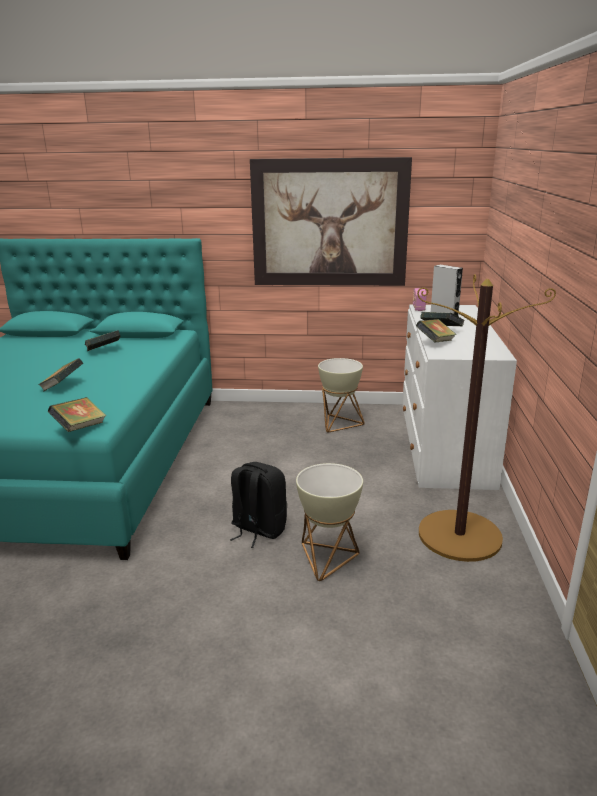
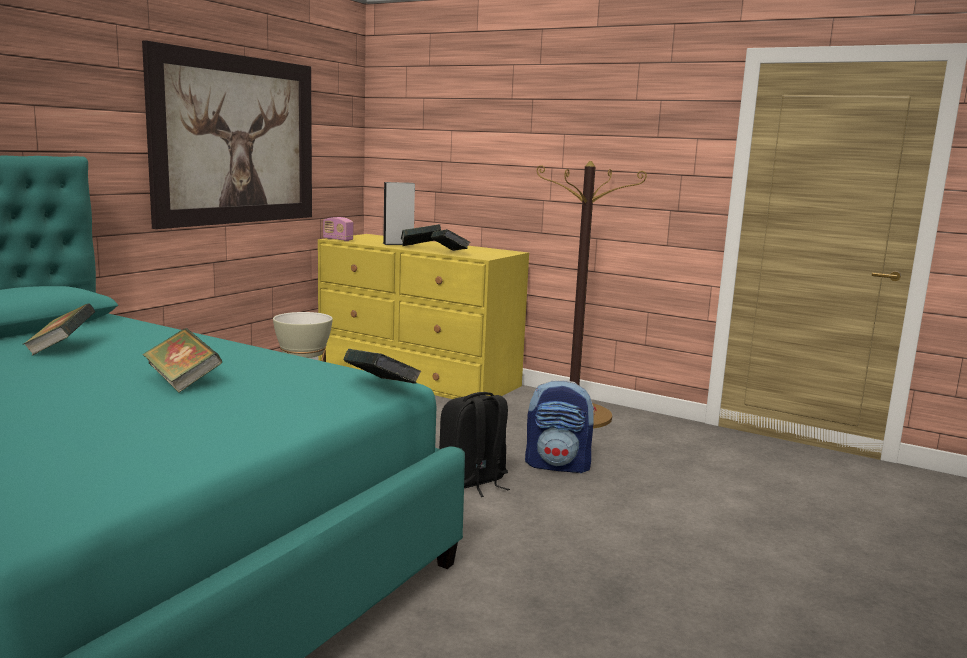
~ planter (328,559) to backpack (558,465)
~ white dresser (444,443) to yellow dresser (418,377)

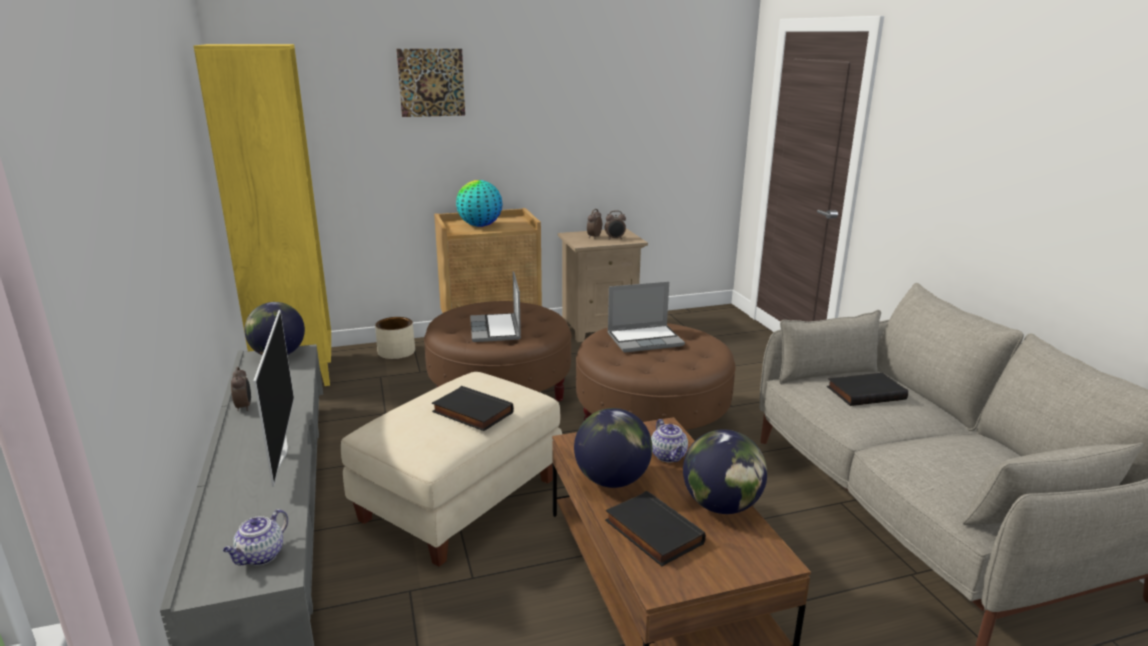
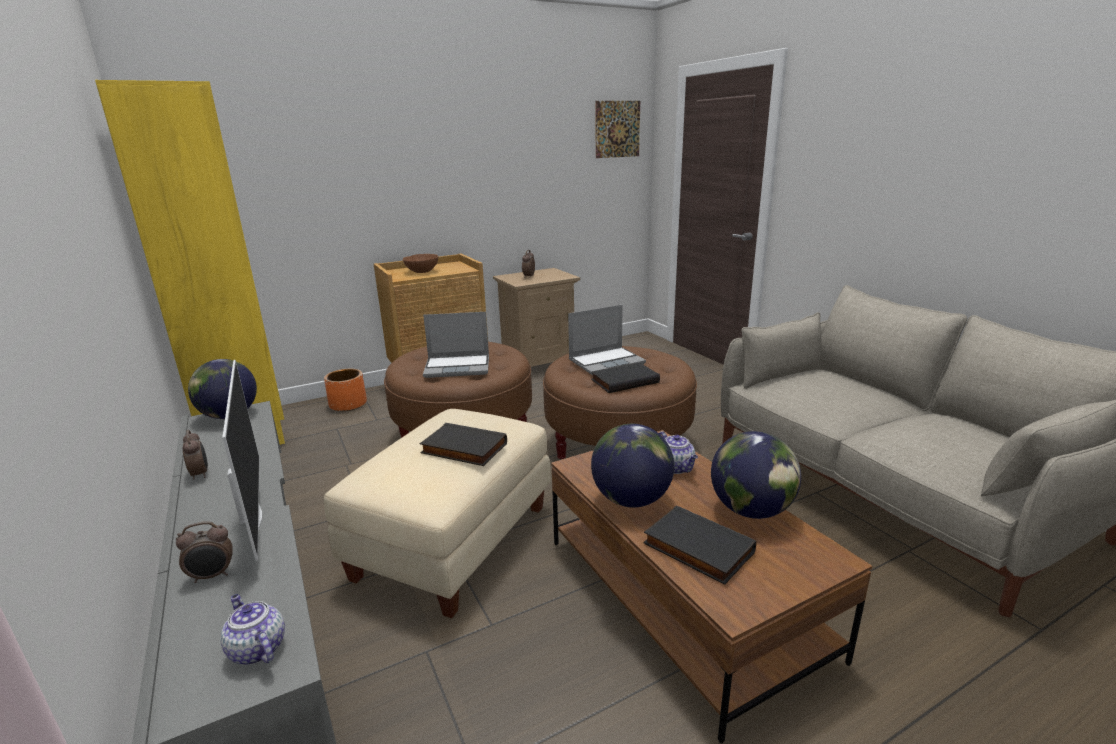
~ picture (431,83) to (617,129)
~ alarm clock (615,239) to (212,576)
~ black book (865,392) to (624,380)
~ globe (480,226) to brown bowl (422,271)
~ beige planter (397,353) to orange planter (348,404)
~ teapot (260,556) = (256,649) 120 degrees clockwise
~ laptop (496,329) = (458,367) 75 degrees counterclockwise

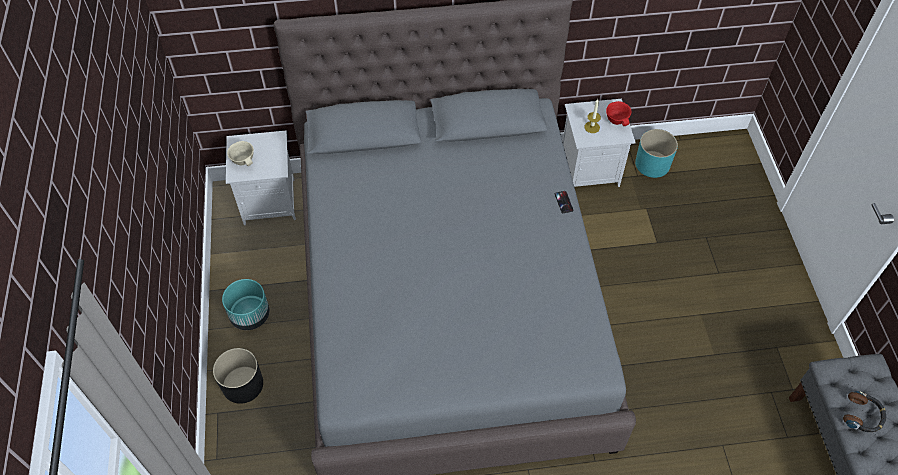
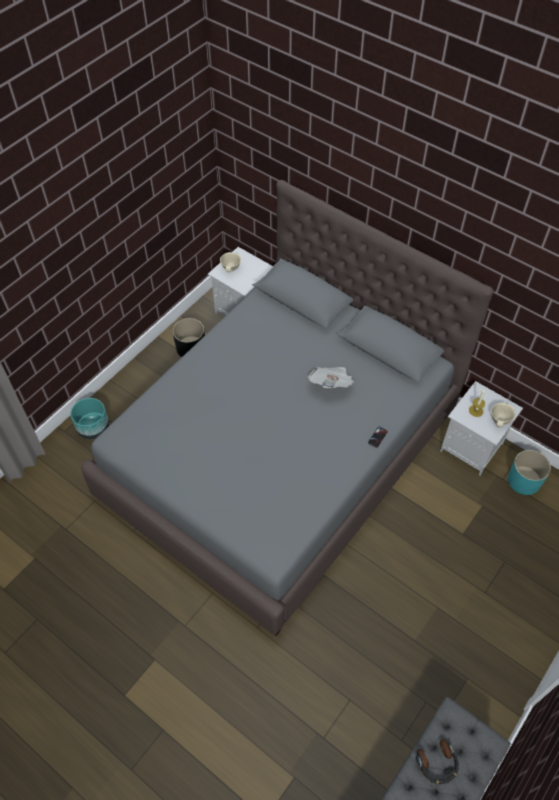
+ newspaper (331,384)
~ black planter (243,384) to (191,347)
~ turquoise planter (250,315) to (93,428)
~ red bowl (617,121) to beige bowl (500,420)

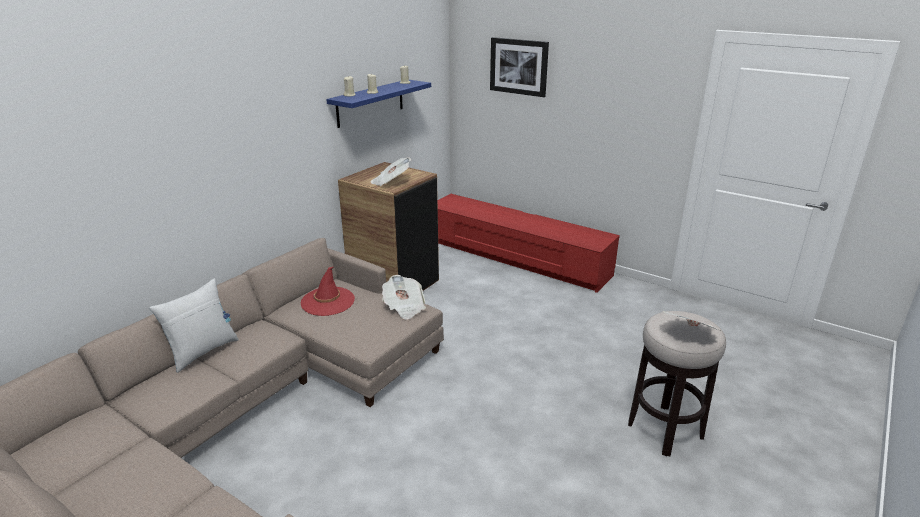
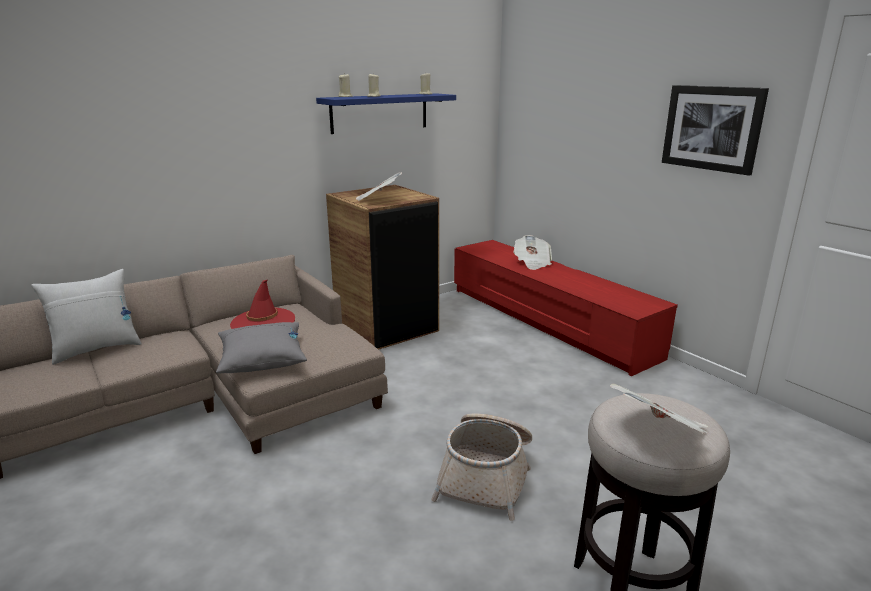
+ grey pillow (262,360)
+ basket (487,475)
~ newspaper (404,307) to (532,263)
~ picture (519,66) to (712,128)

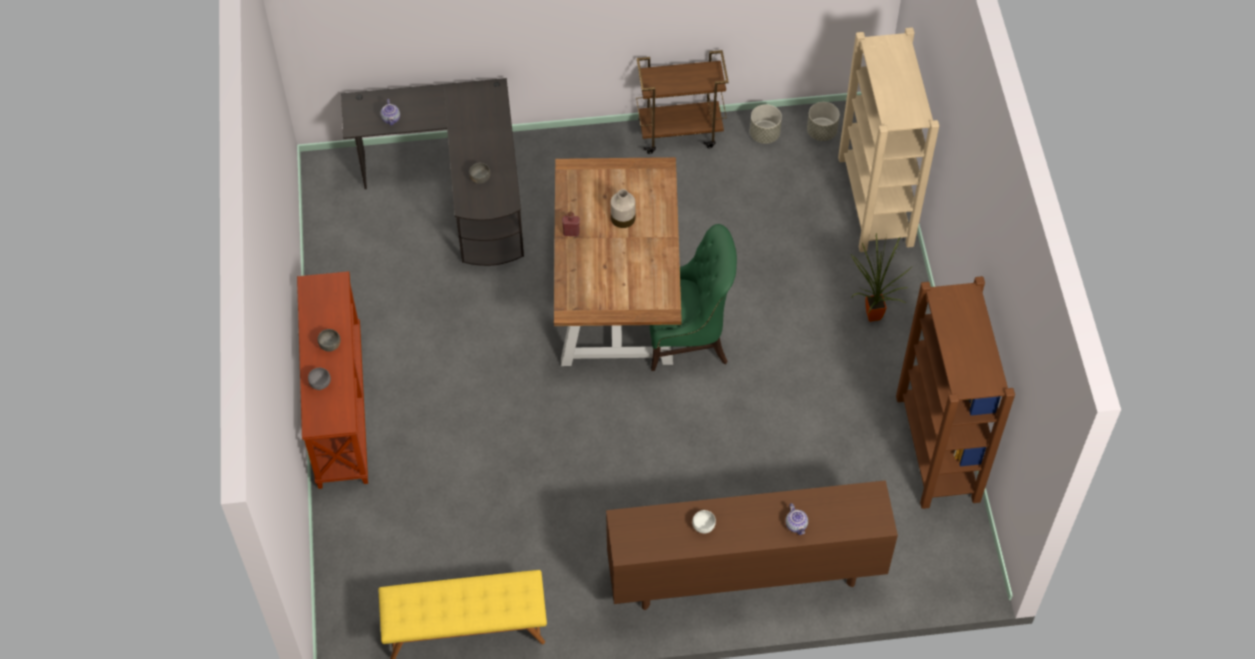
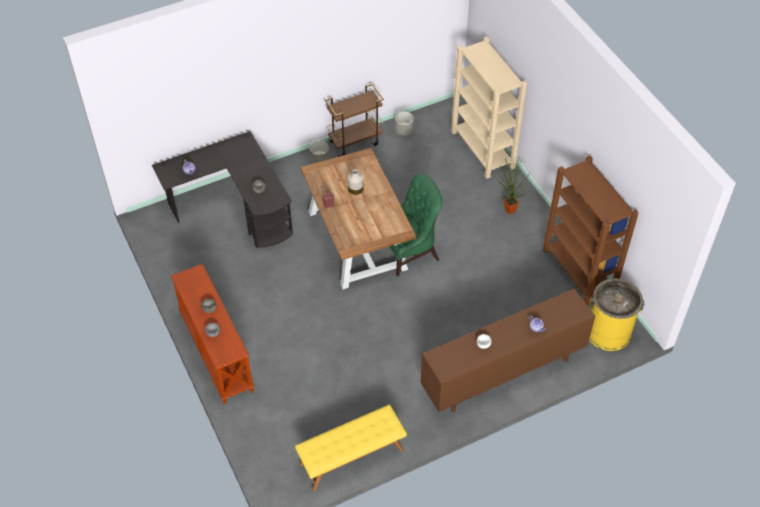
+ yellow trash can (608,332)
~ grey planter (822,132) to (320,160)

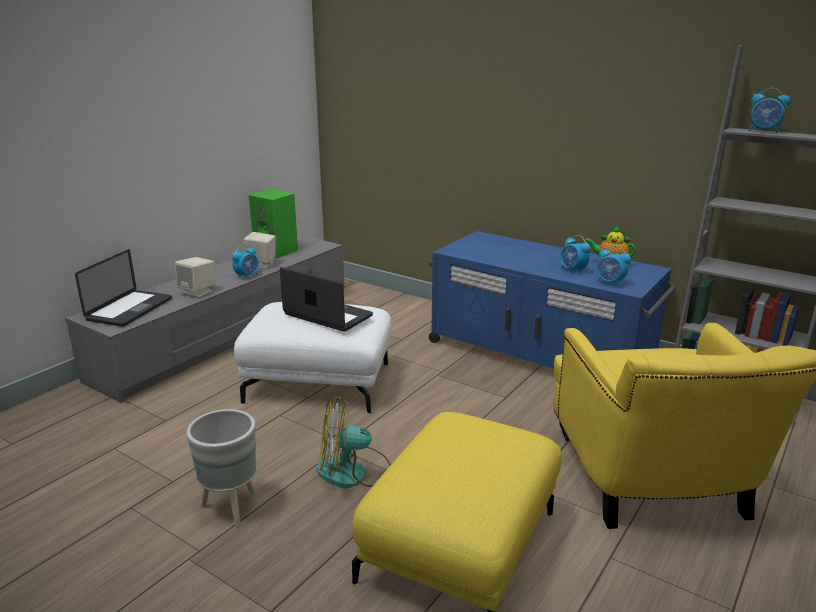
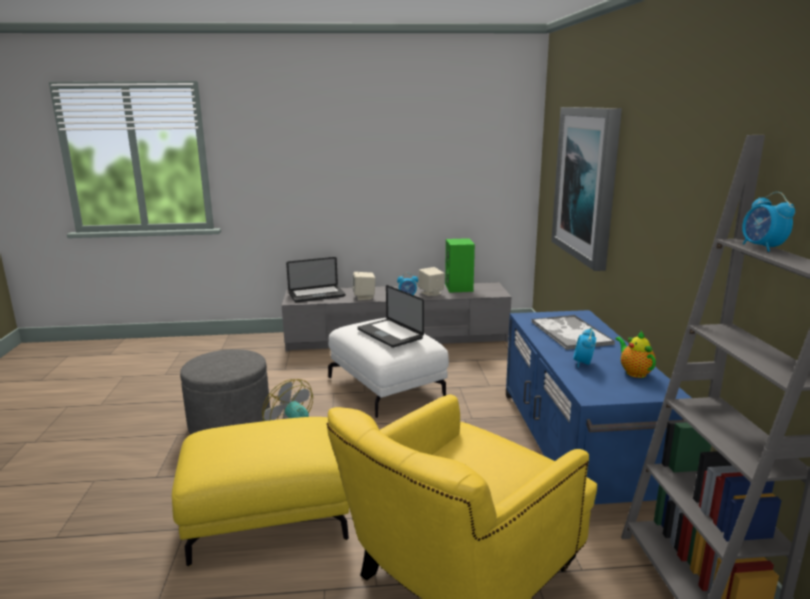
- alarm clock (610,283)
+ tray (570,333)
+ picture (587,183)
~ grey planter (231,507) to grey ottoman (230,423)
~ laptop (328,315) = (390,334) 150 degrees clockwise

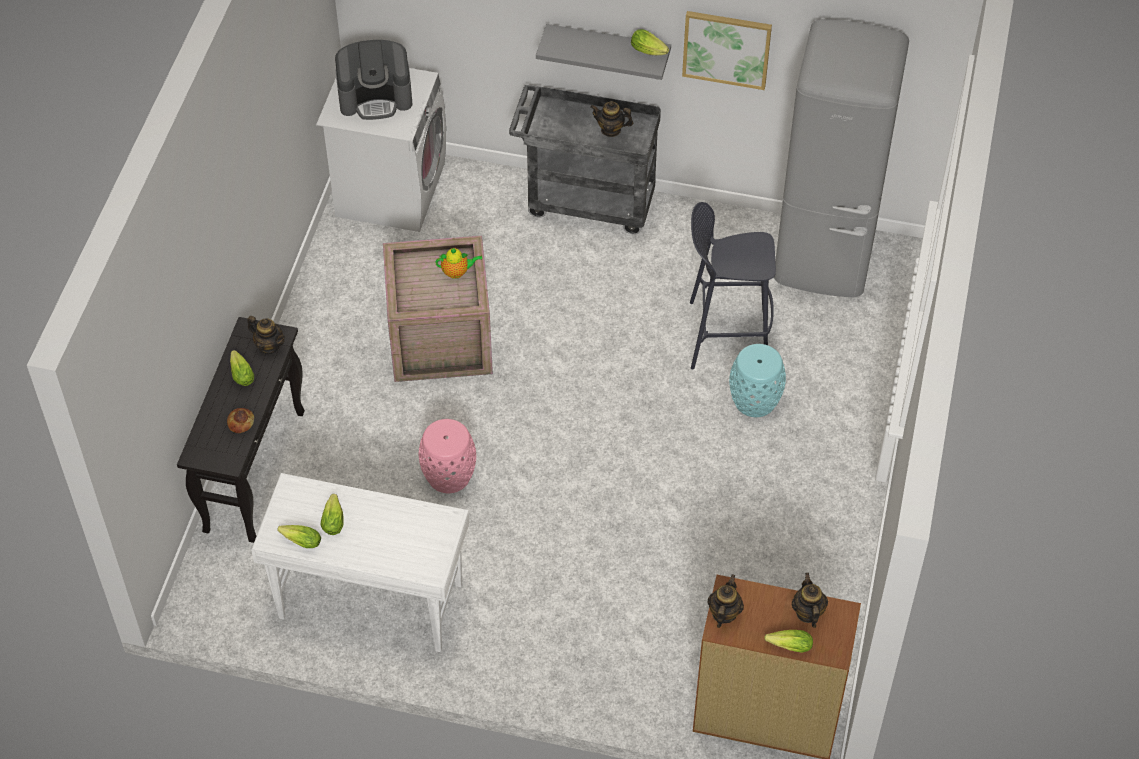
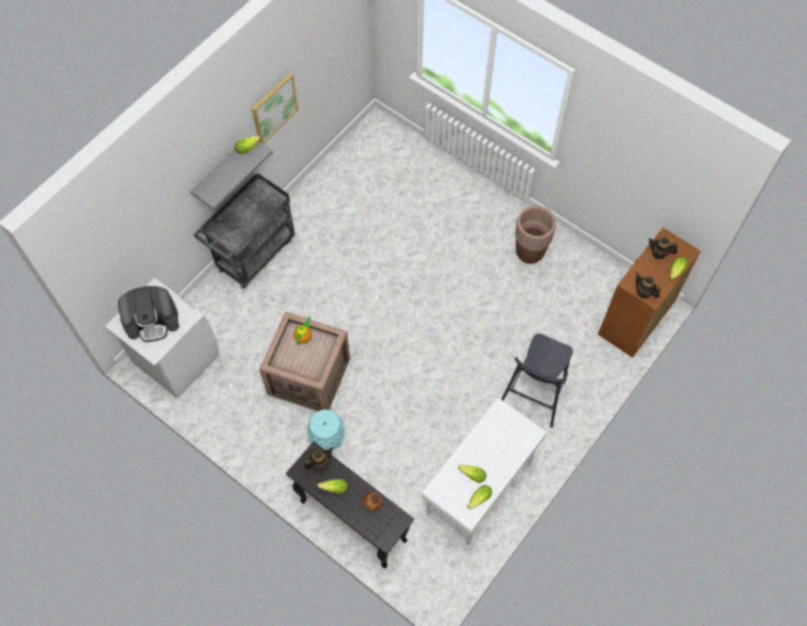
- pink stool (449,475)
- teapot (611,130)
- grey fridge (824,261)
+ brown planter (529,253)
~ grey stool (725,335) to (534,396)
~ turquoise stool (755,401) to (327,438)
~ coffee machine (375,97) = (152,321) 60 degrees clockwise

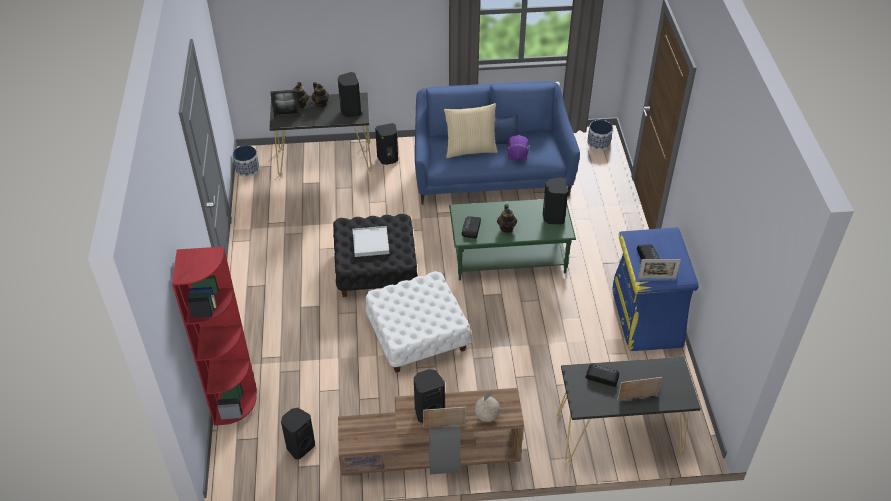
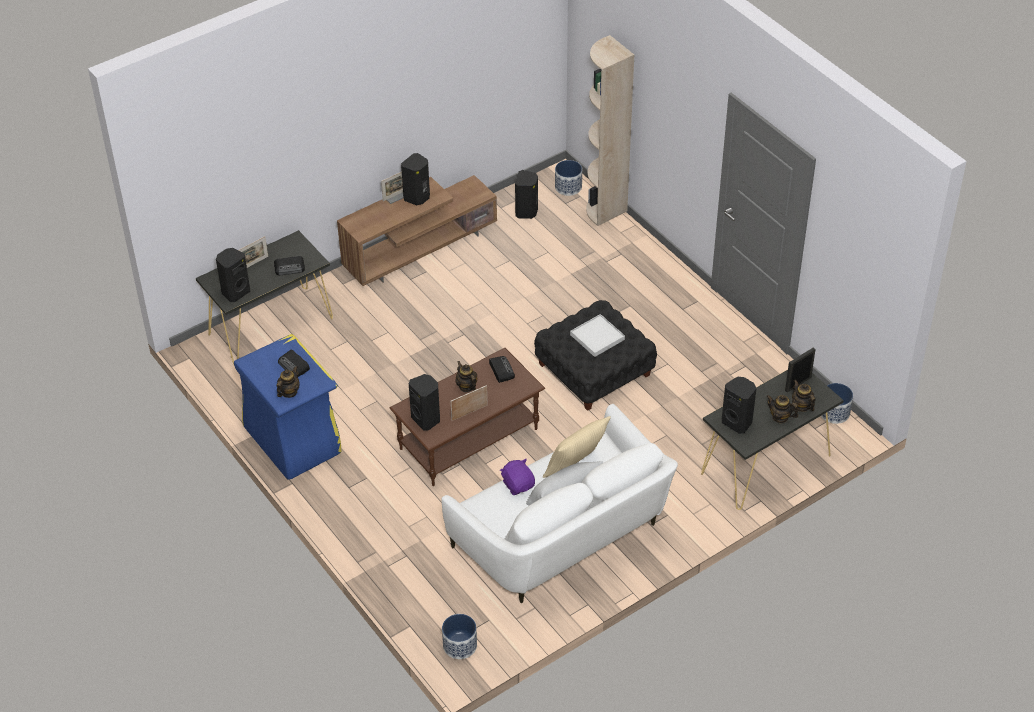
- white ottoman (417,334)
- globe (487,416)
+ teapot (289,392)
+ planter (568,187)
~ black speaker (388,159) to (235,292)
~ picture frame (657,278) to (469,413)
~ red bookcase (235,409) to beige bookcase (603,212)
~ blue sofa (490,172) to white sofa (563,536)
~ green coffee table (509,258) to brown coffee table (469,440)

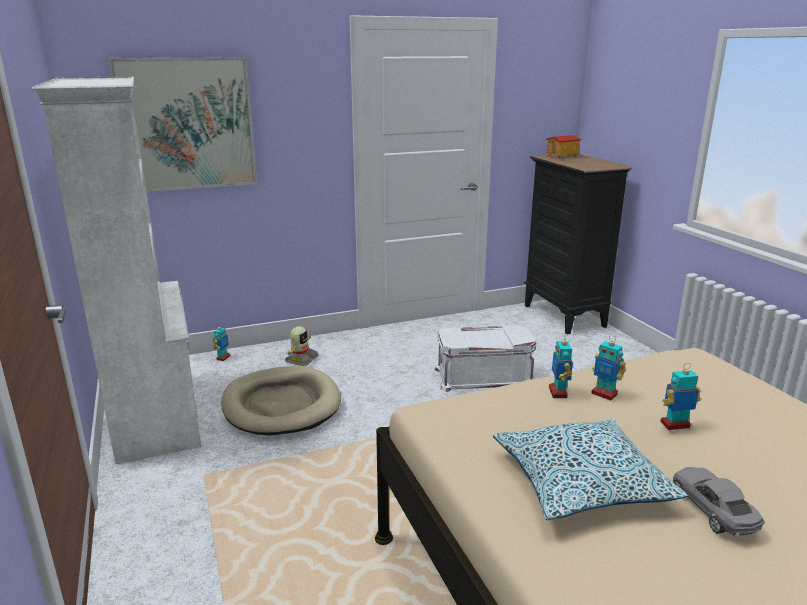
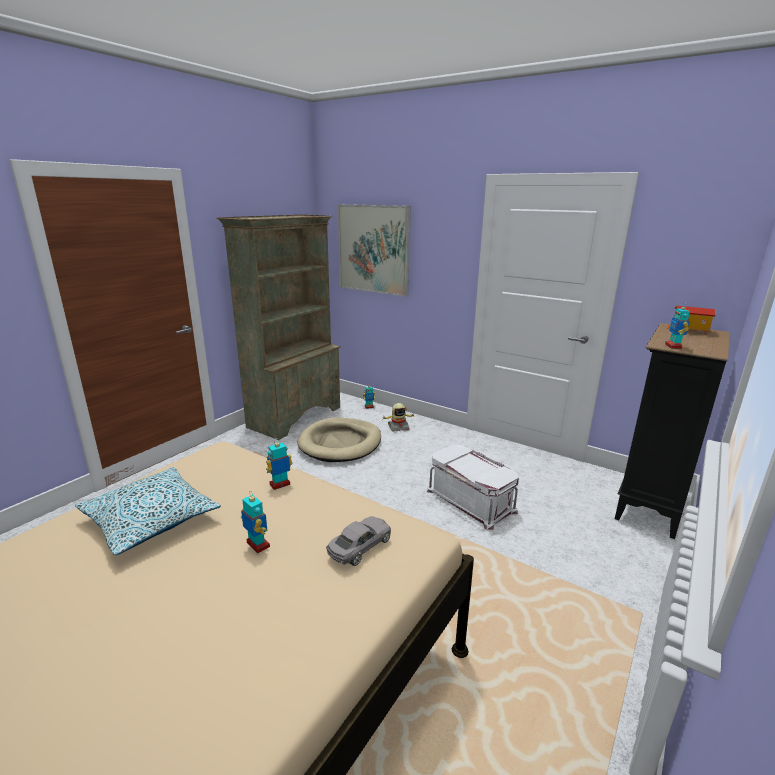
~ toy robot (604,394) to (673,346)
~ grey toy car (713,509) to (359,546)
~ white bookcase (155,414) to green bookcase (295,416)

